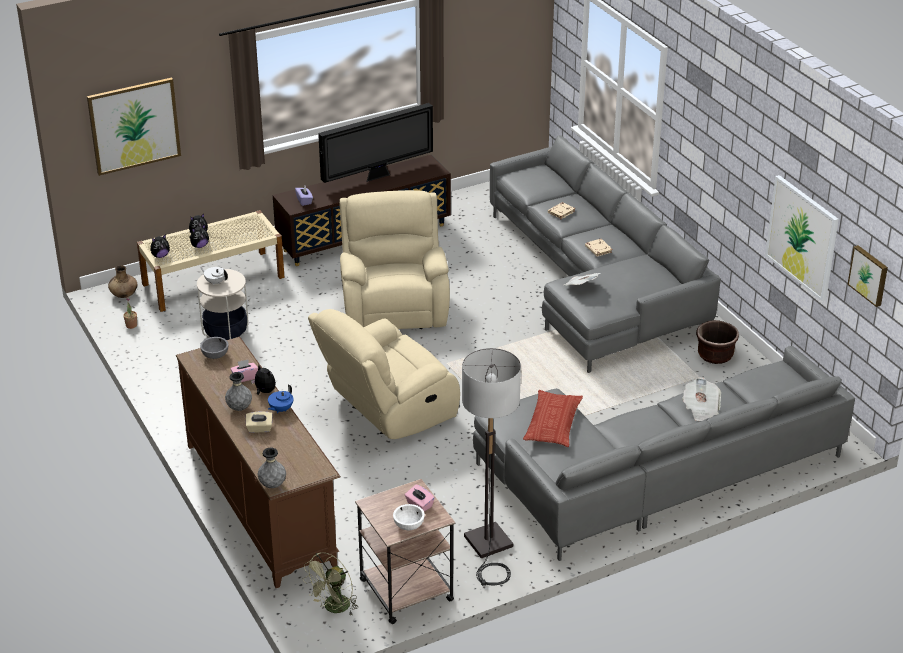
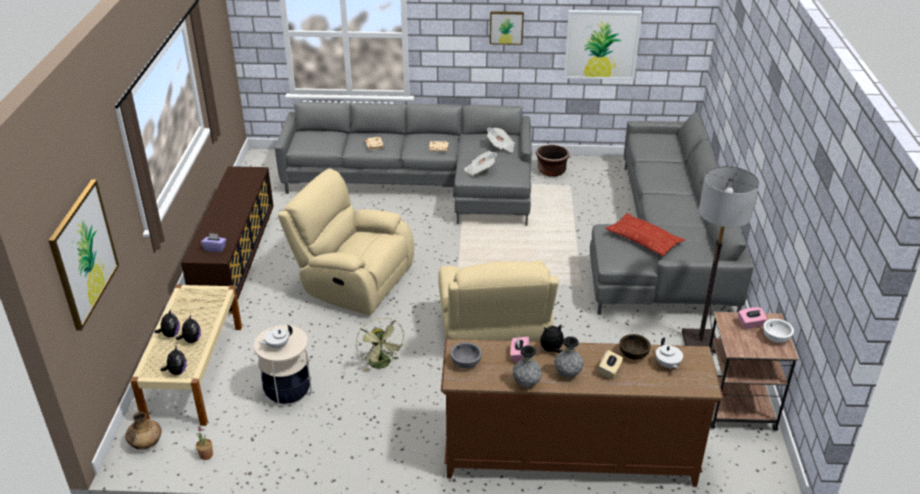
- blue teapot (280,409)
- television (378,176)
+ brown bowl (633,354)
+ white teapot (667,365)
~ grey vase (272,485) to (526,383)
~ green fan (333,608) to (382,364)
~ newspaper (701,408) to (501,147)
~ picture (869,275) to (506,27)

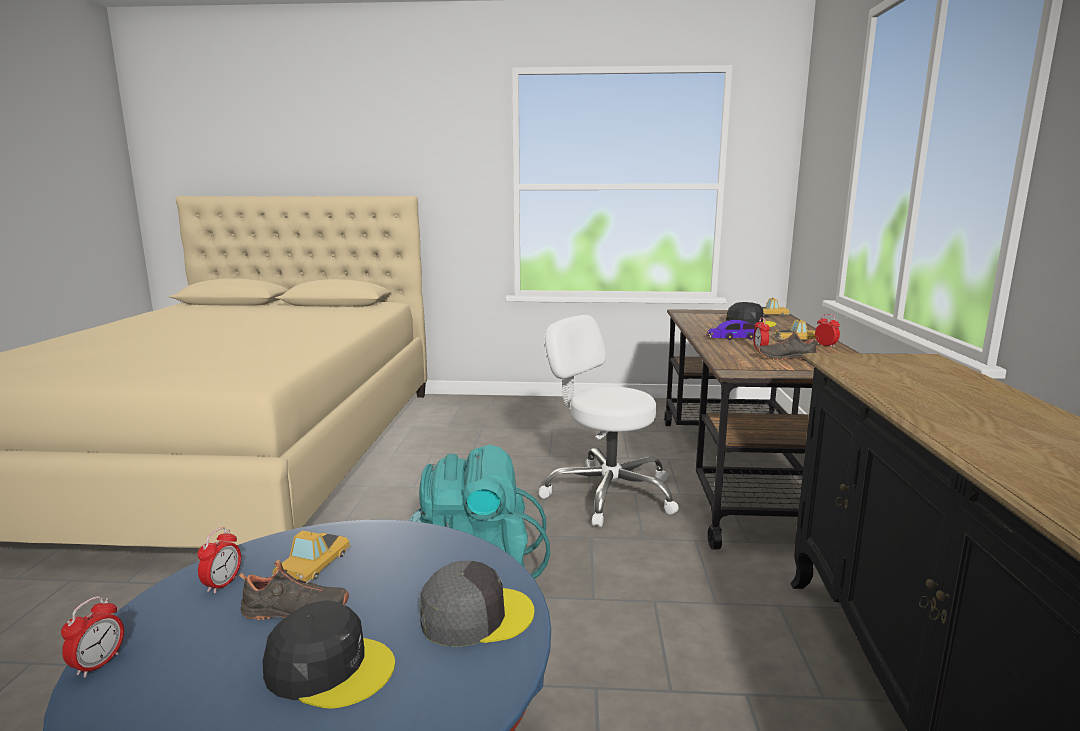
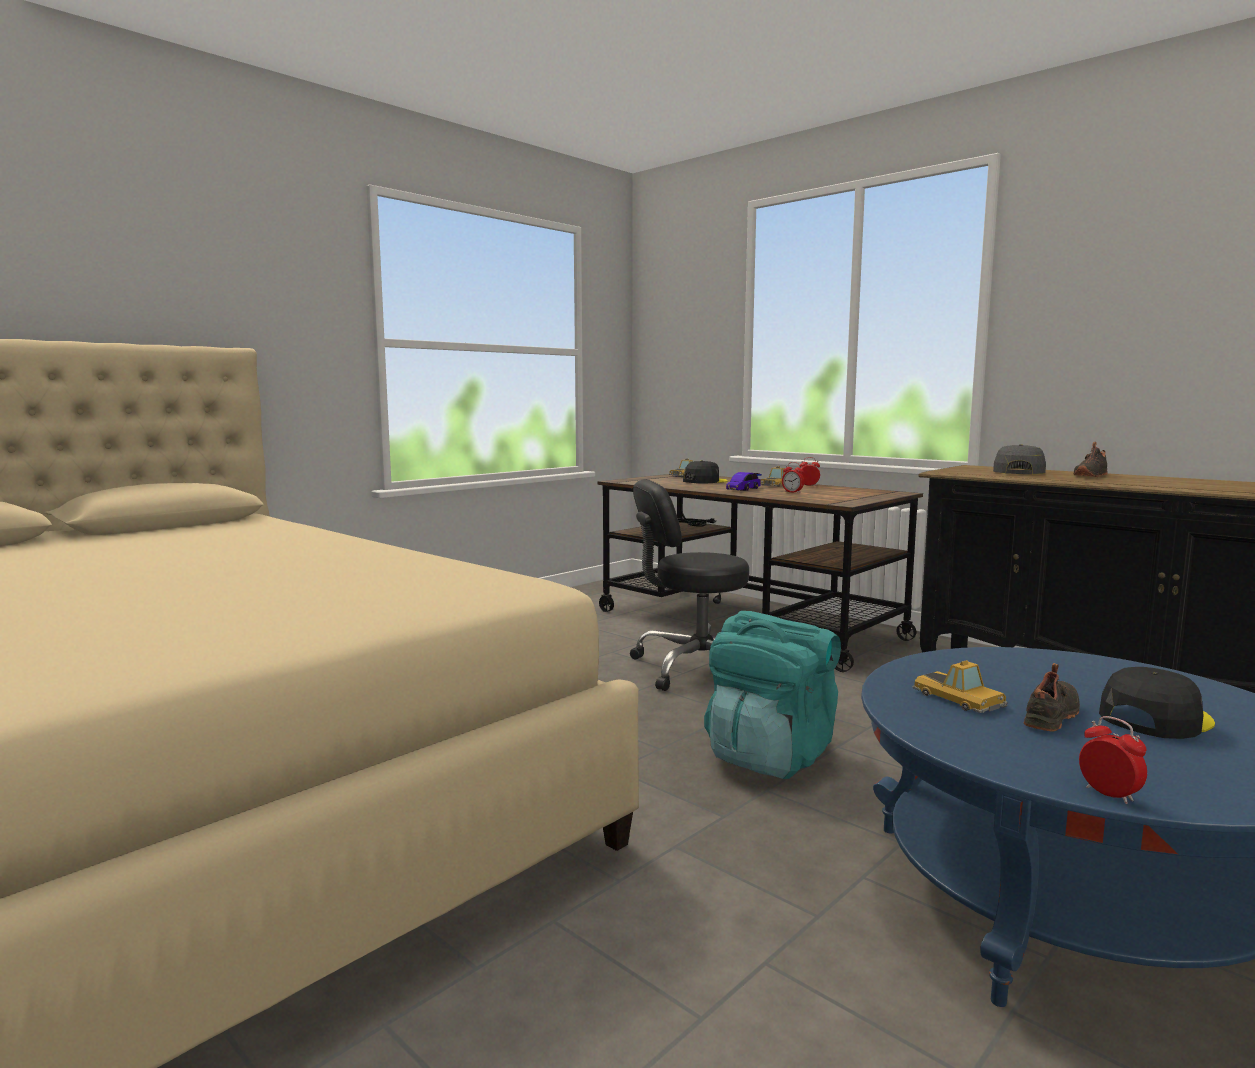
- alarm clock (222,584)
~ grey cap (475,615) to (1018,472)
~ black shoe (785,358) to (1089,475)
~ white office chair (604,492) to black office chair (694,669)

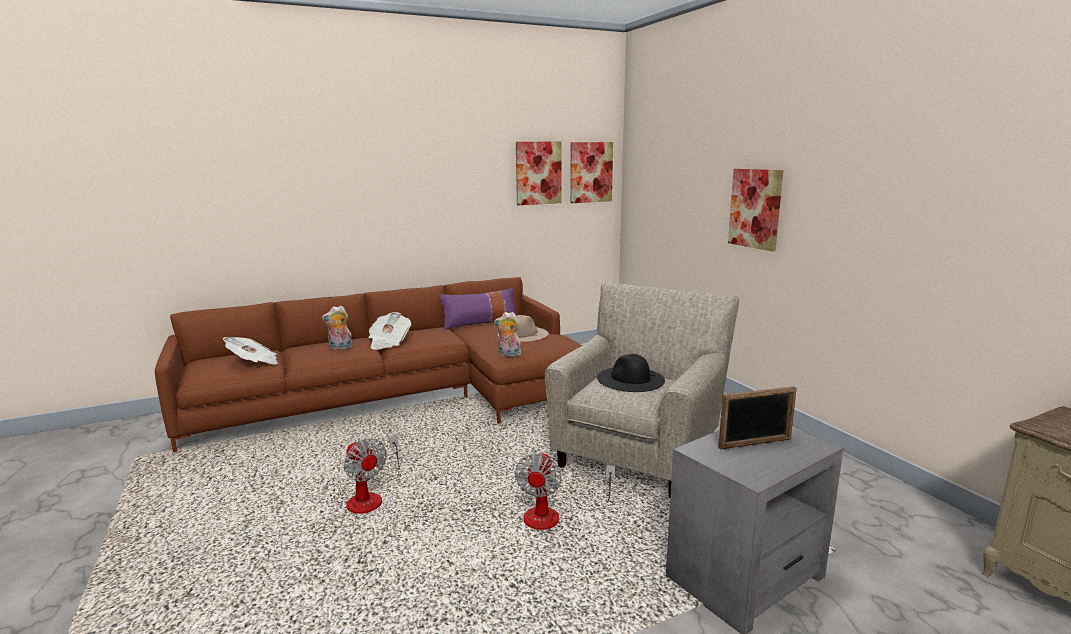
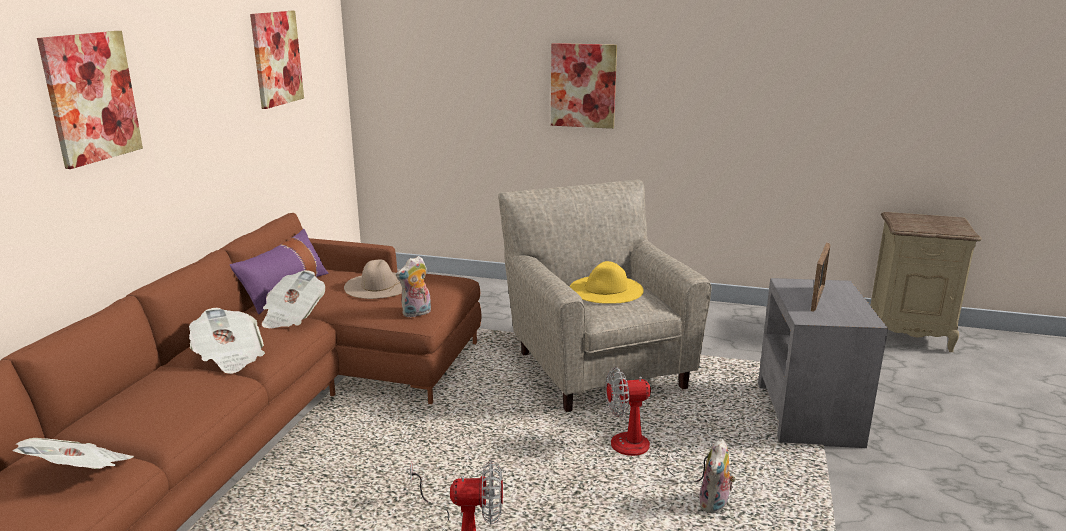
+ newspaper (292,316)
~ plush toy (340,348) to (715,505)
~ picture (590,172) to (91,97)
~ black hat (630,379) to yellow hat (606,289)
~ fan (554,516) = (642,452) 120 degrees clockwise

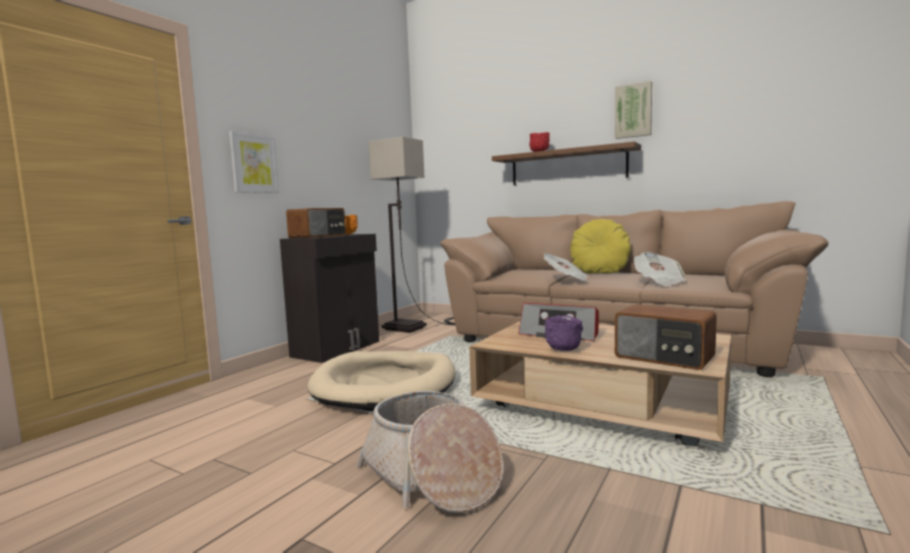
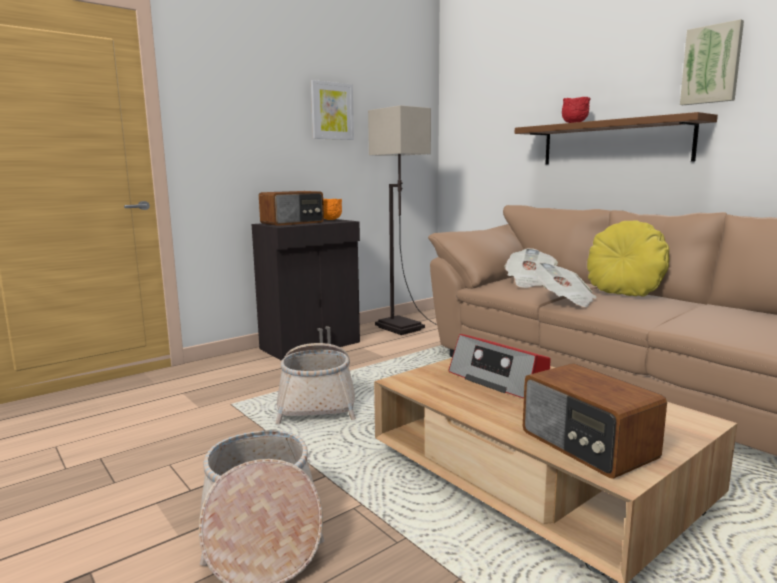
- purple bowl (562,350)
~ picture (253,163) to (331,111)
~ newspaper (659,282) to (529,282)
~ beige dog bed (385,385) to basket (317,401)

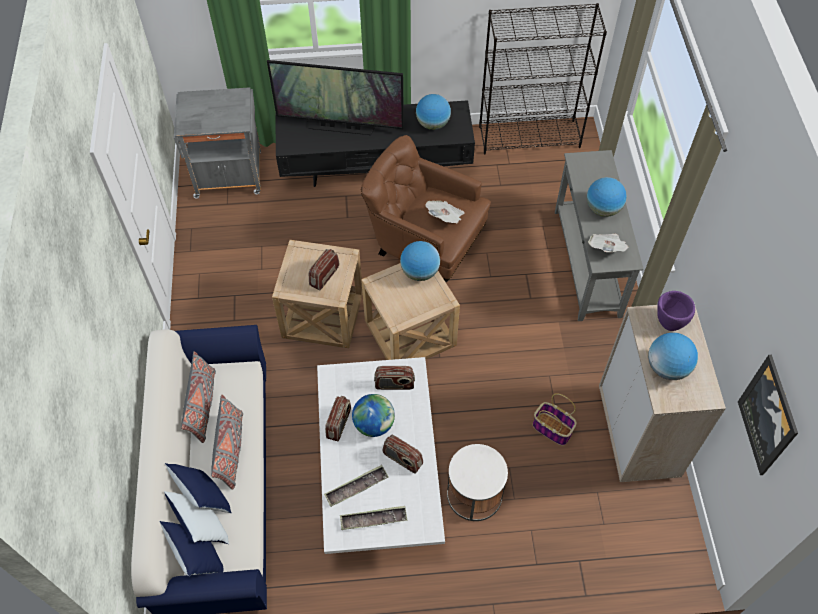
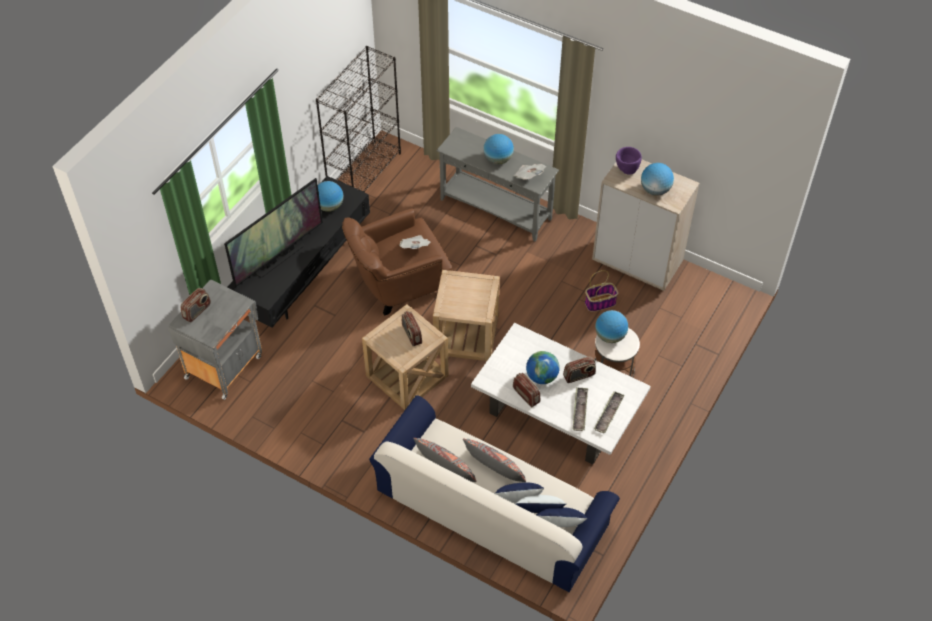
- picture (768,416)
~ radio (394,384) to (197,311)
~ globe (420,272) to (610,336)

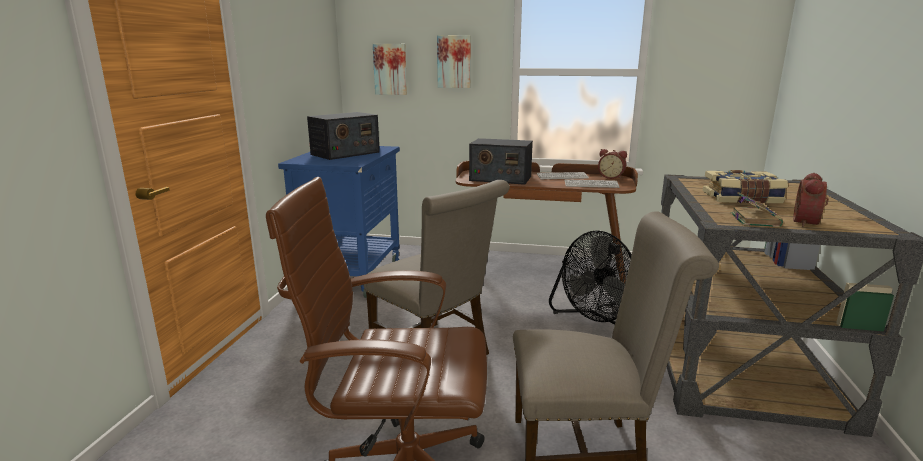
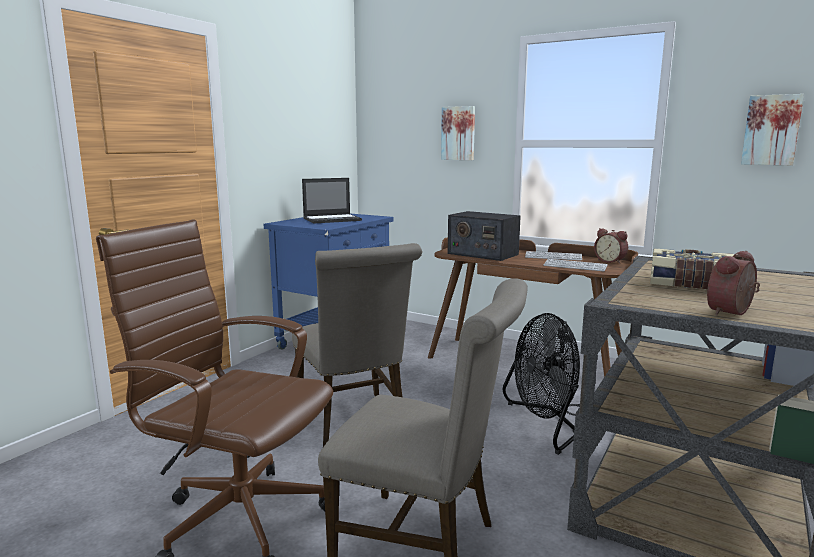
- book (754,219)
~ picture (390,69) to (771,130)
~ radio (345,153) to laptop (333,219)

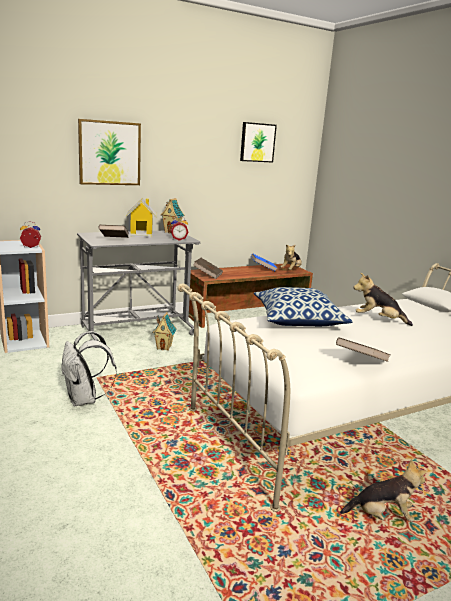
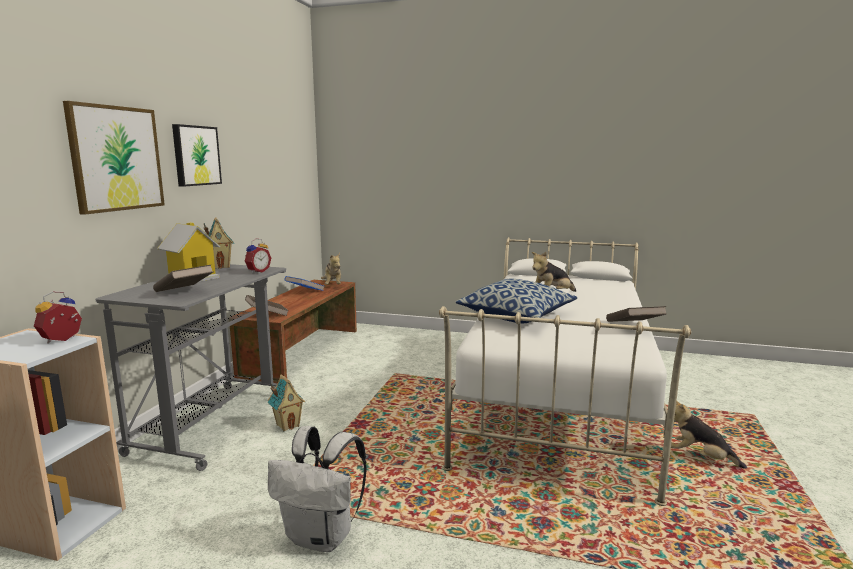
~ picture (257,142) to (195,155)
~ plush toy (381,516) = (700,458) 105 degrees counterclockwise

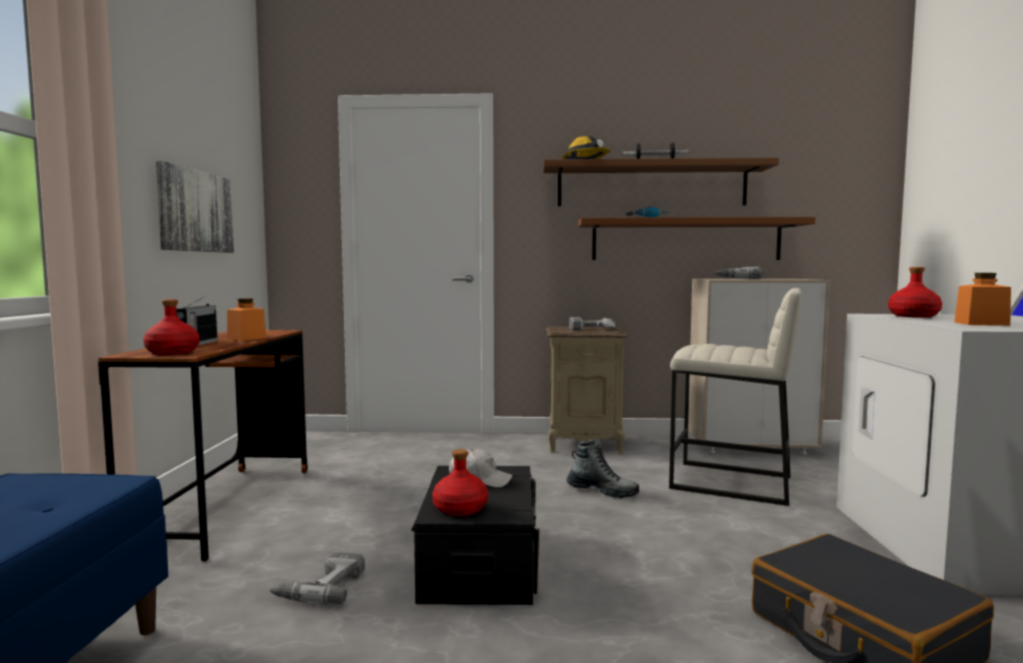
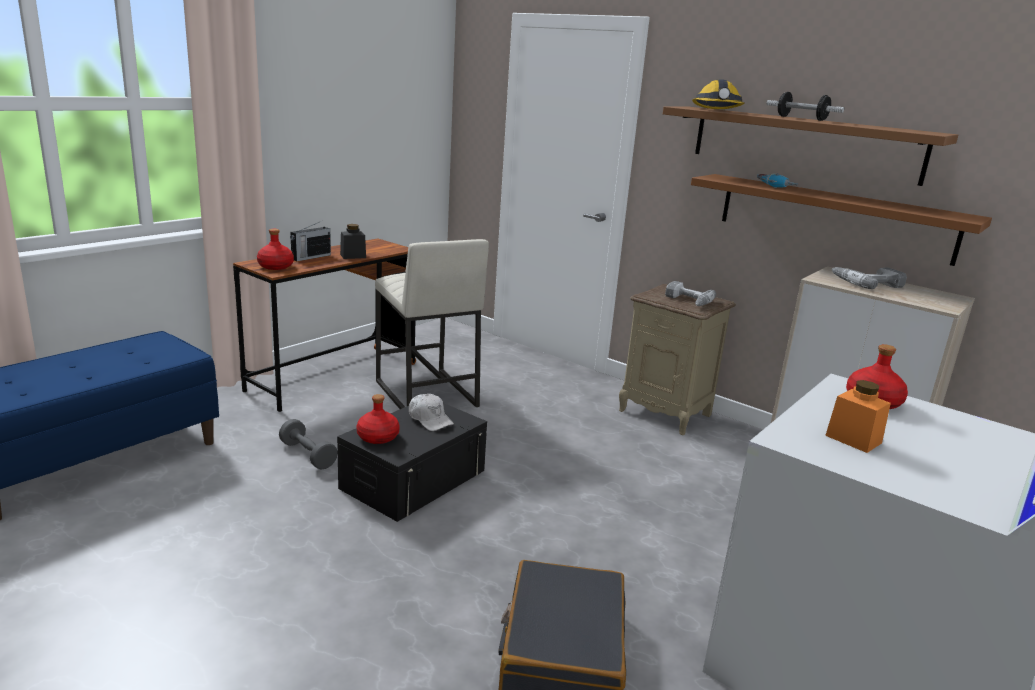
- picture (195,211)
- boot (602,491)
~ beige stool (731,482) to (426,393)
~ power drill (320,588) to grey dumbbell (308,455)
~ orange jar (247,338) to black jar (353,256)

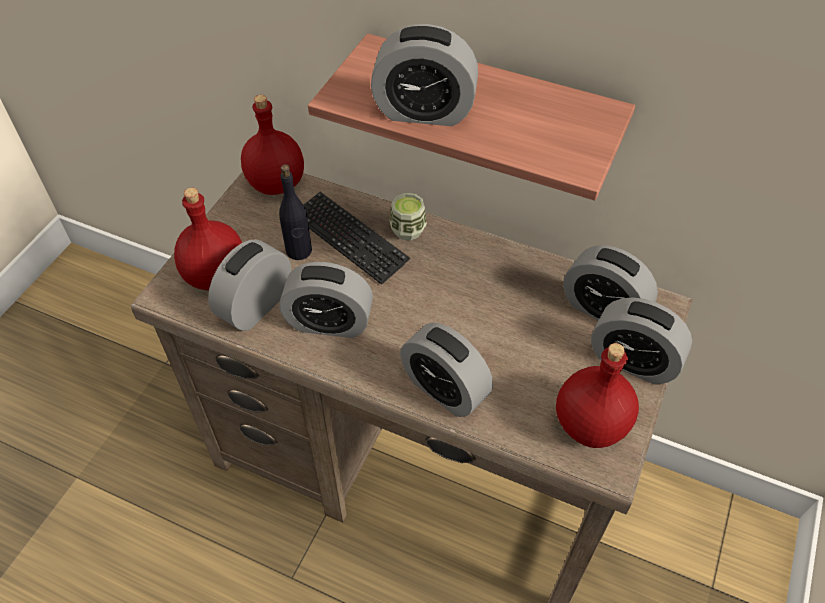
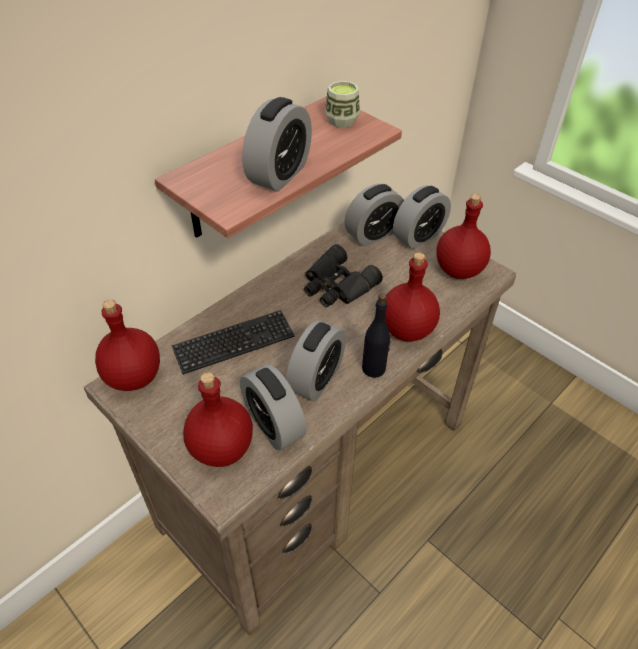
+ black binoculars (336,286)
~ black bottle (299,251) to (374,368)
~ cup (408,230) to (341,120)
~ alarm clock (444,389) to red bottle (406,329)

